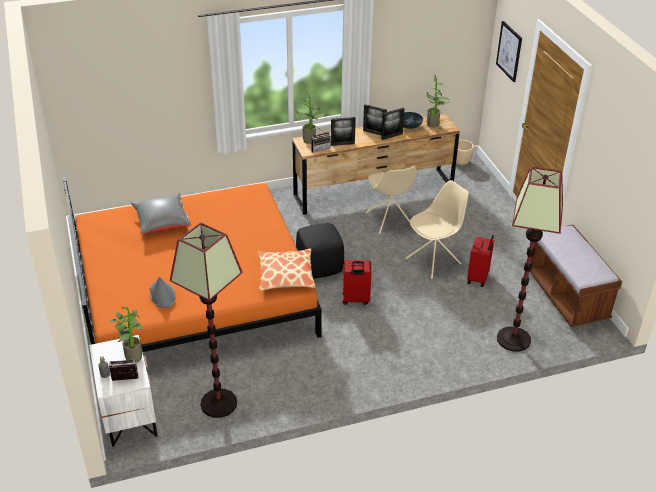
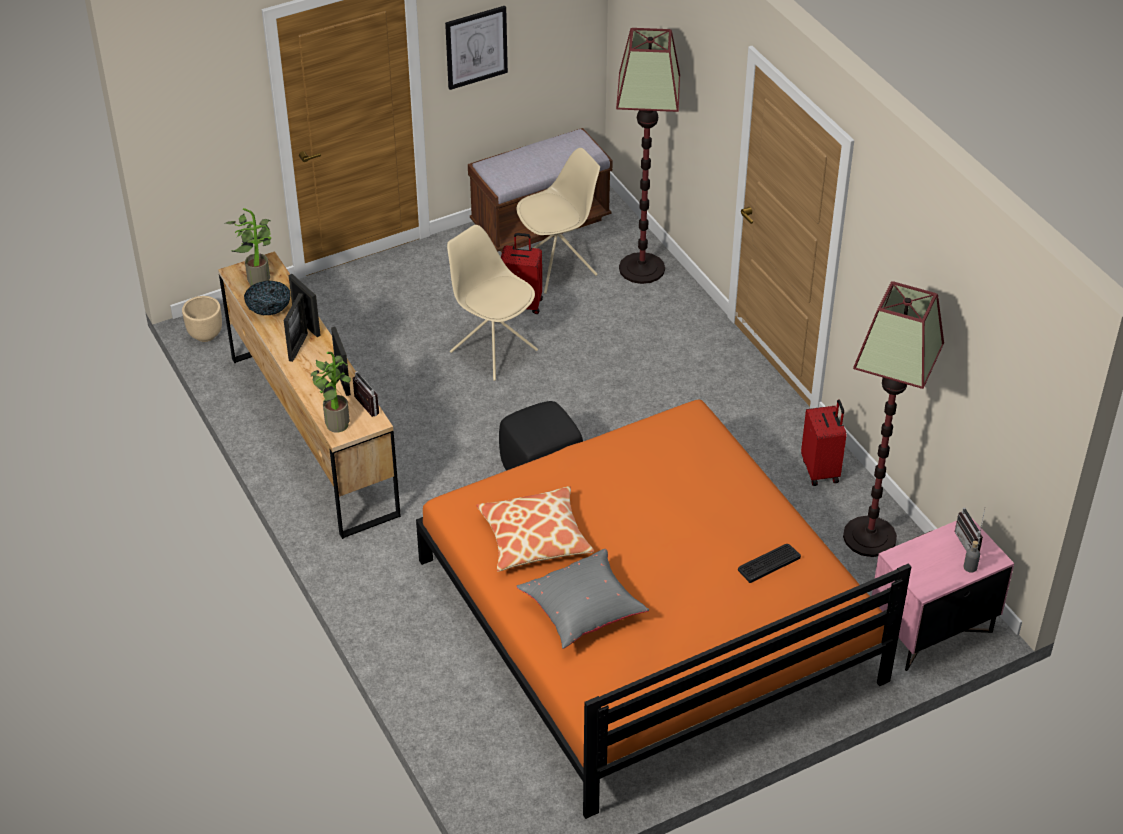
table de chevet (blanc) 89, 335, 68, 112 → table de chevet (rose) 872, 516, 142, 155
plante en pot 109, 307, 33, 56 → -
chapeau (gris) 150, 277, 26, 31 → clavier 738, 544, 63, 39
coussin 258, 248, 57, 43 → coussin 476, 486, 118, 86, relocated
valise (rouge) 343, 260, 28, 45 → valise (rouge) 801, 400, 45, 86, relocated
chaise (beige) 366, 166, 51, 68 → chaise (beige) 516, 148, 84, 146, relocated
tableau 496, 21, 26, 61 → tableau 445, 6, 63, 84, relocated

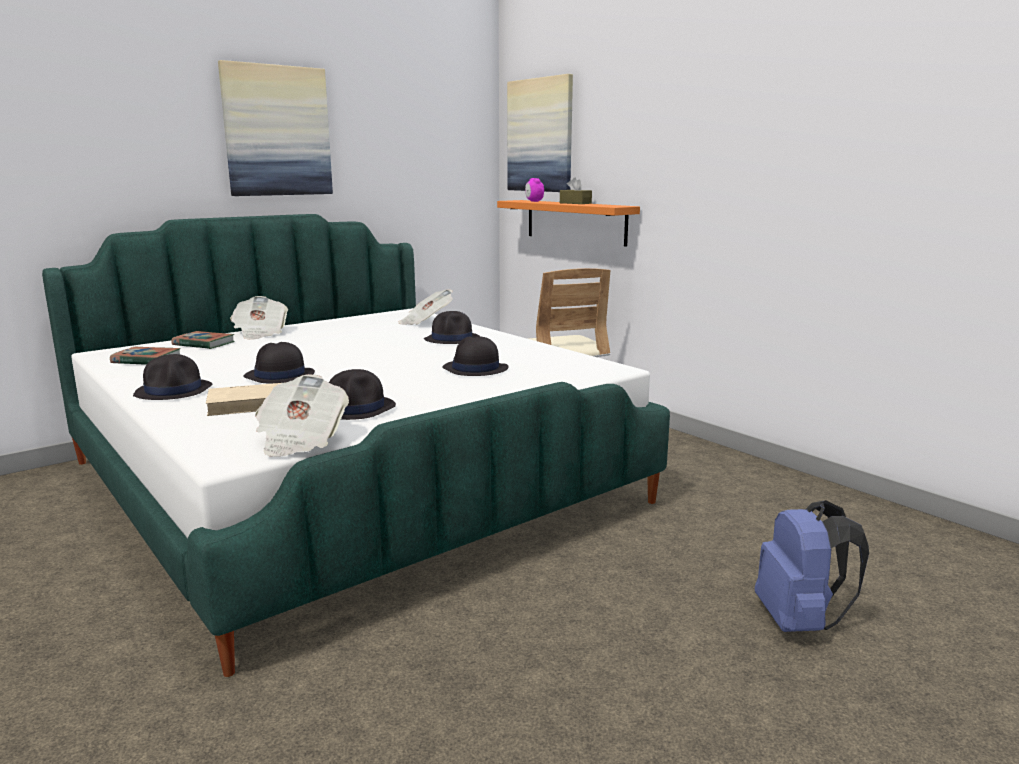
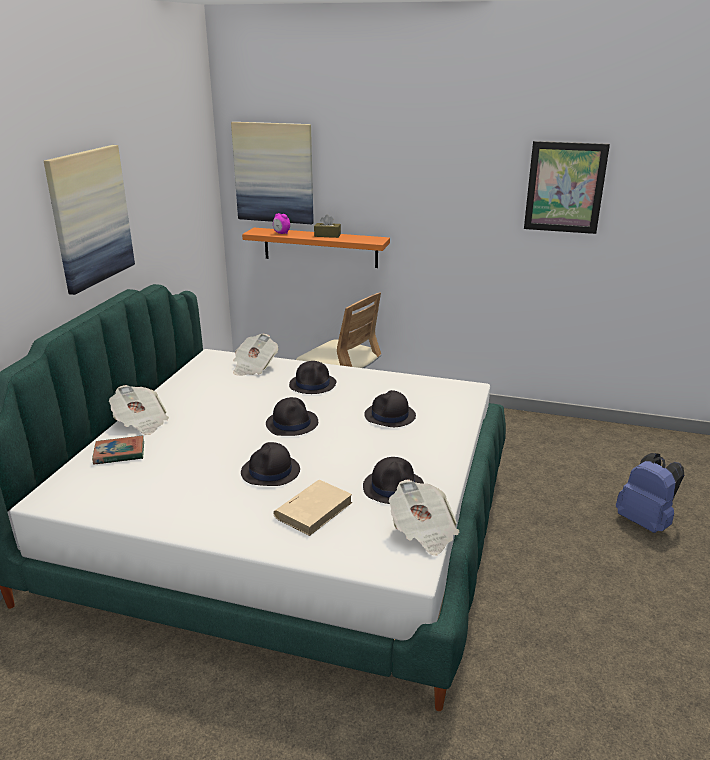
livre 110, 347, 71, 18 → -
chapeau (noir) 133, 354, 79, 46 → chapeau (noir) 266, 397, 52, 39, relocated
- → tableau 524, 141, 86, 93

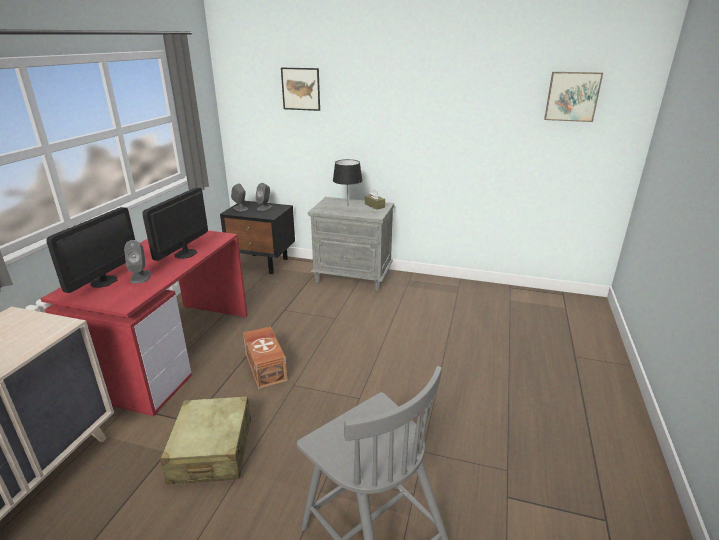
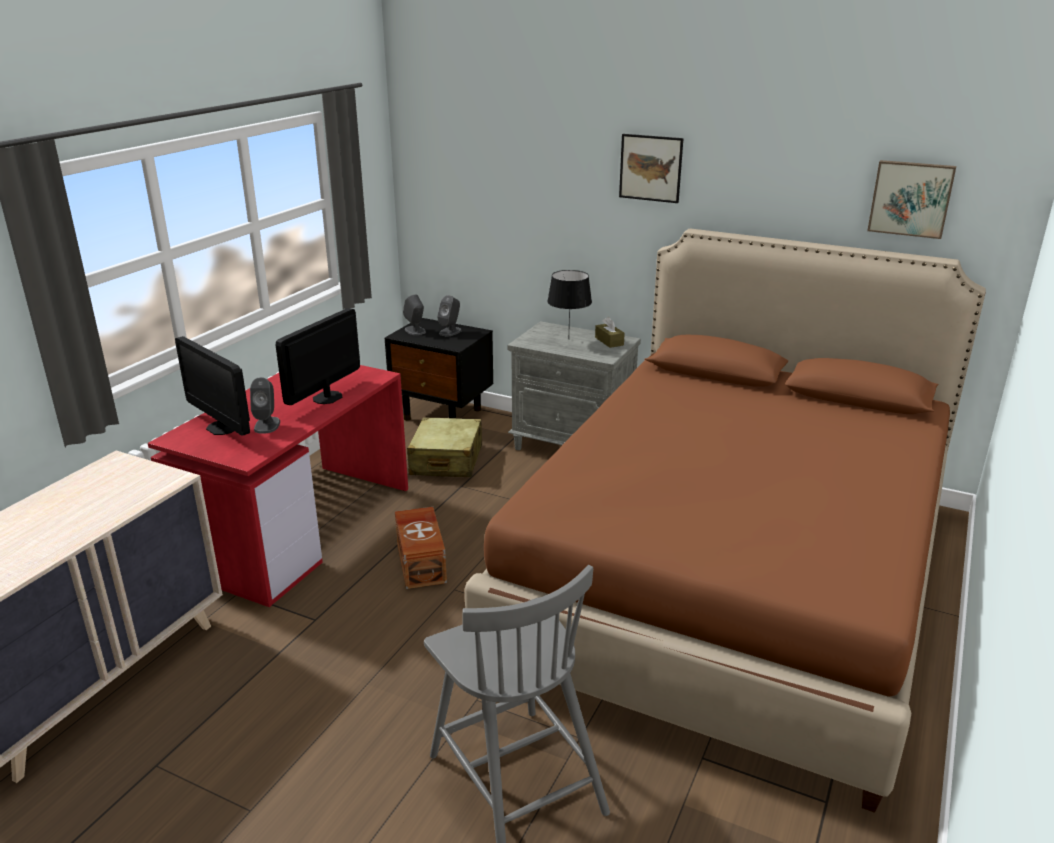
écran d'ordinateur 46, 207, 89, 86 → écran d'ordinateur 175, 336, 75, 100, 105 degrees clockwise
valise (beige) 160, 396, 91, 88 → valise (beige) 407, 417, 75, 60, relocated
tableau 281, 68, 39, 43 → tableau 619, 134, 65, 69, relocated
- → lit (marron) 465, 229, 521, 584

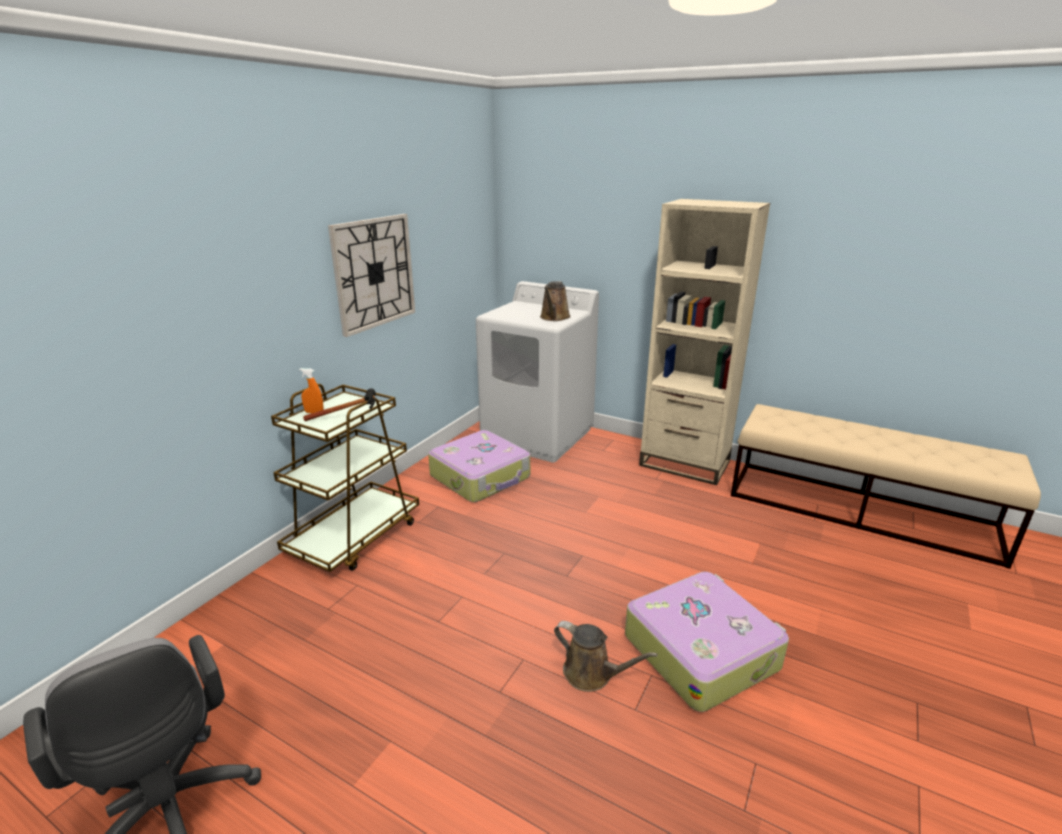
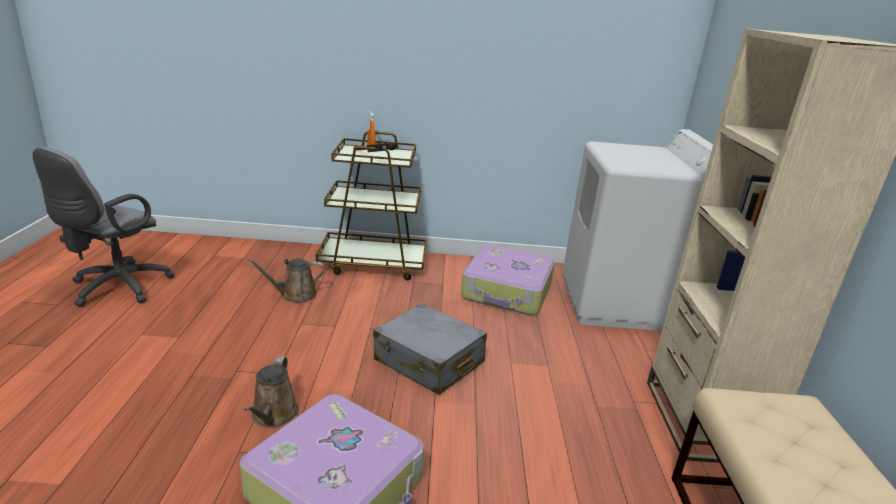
horloge murale 328, 214, 87, 123 → -
arrosoir (marron) 540, 281, 31, 40 → arrosoir (marron) 246, 258, 79, 45, relocated
- → valise (gris) 373, 303, 114, 92

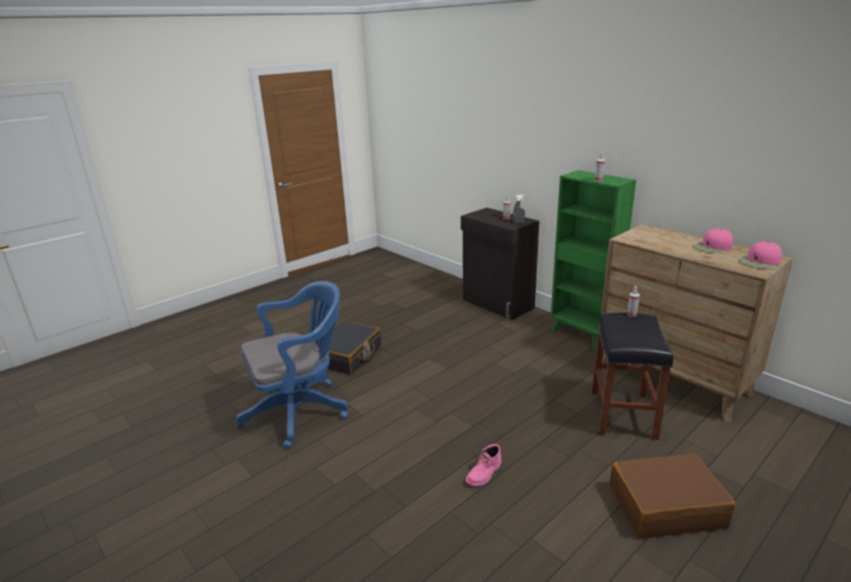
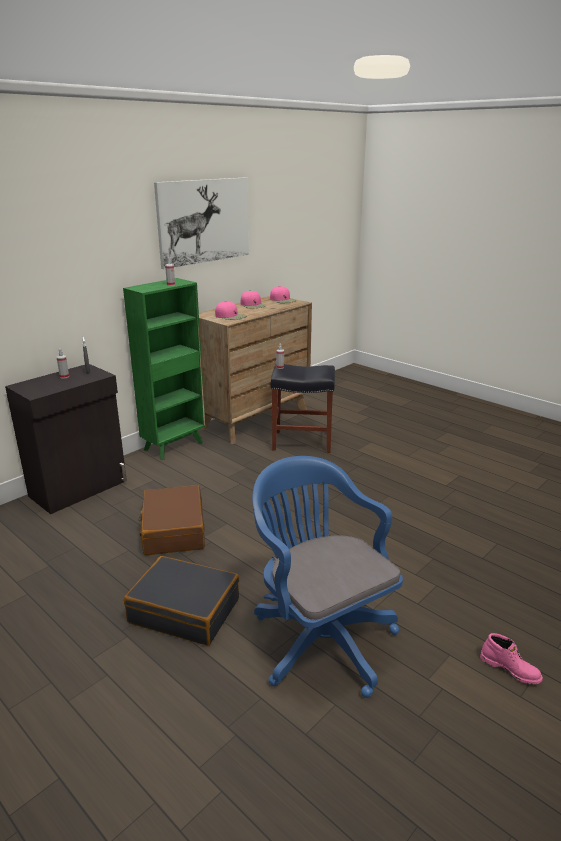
botte (rose) 466, 444, 35, 42 → botte (rose) 480, 633, 63, 51, relocated
valise (marron) 610, 454, 126, 84 → valise (marron) 139, 485, 66, 70, relocated
- → tableau 154, 178, 95, 91
- → casquette (rose) 215, 301, 31, 19

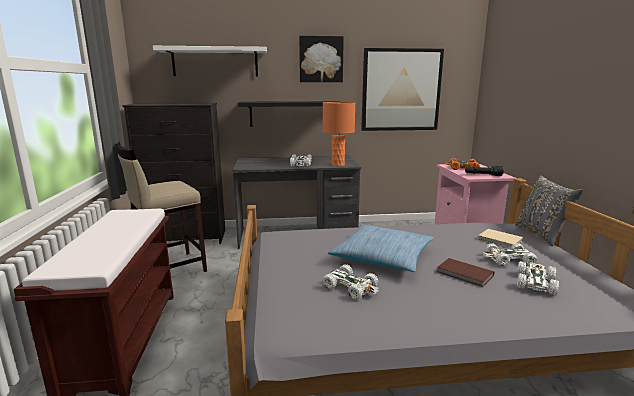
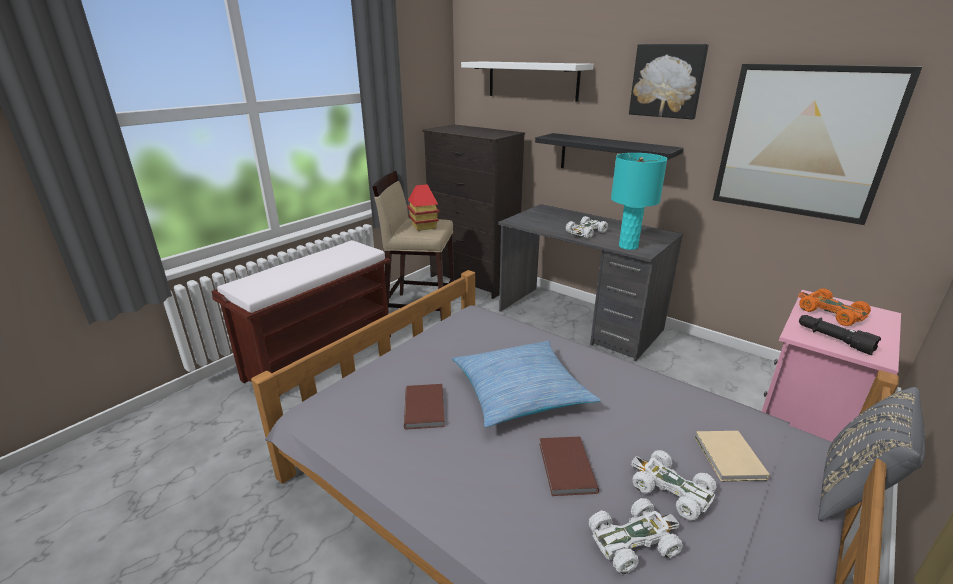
lampe de table (orange) 323, 102, 32, 64 → lampe de table (turquoise) 611, 153, 56, 97
petite voiture (blanc) 323, 264, 56, 36 → livre (marron) 404, 384, 41, 45
- → maison miniature 407, 184, 33, 47

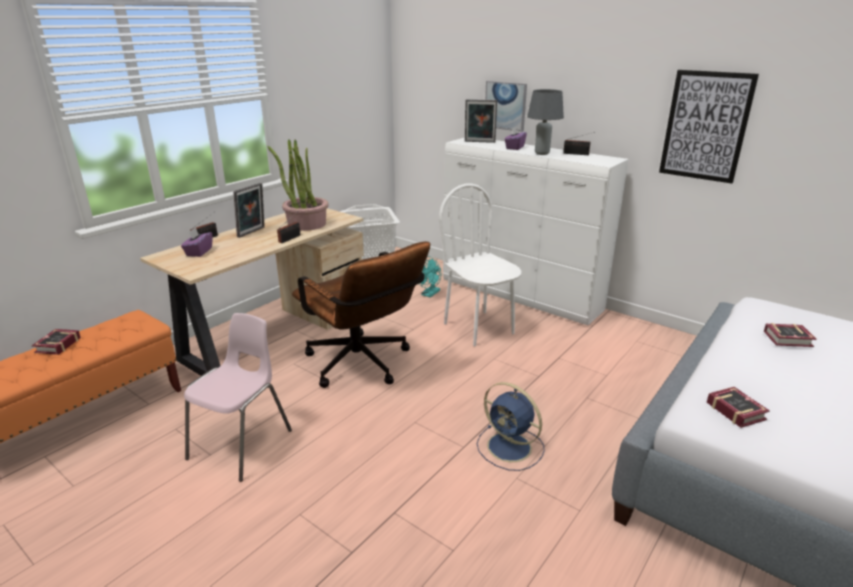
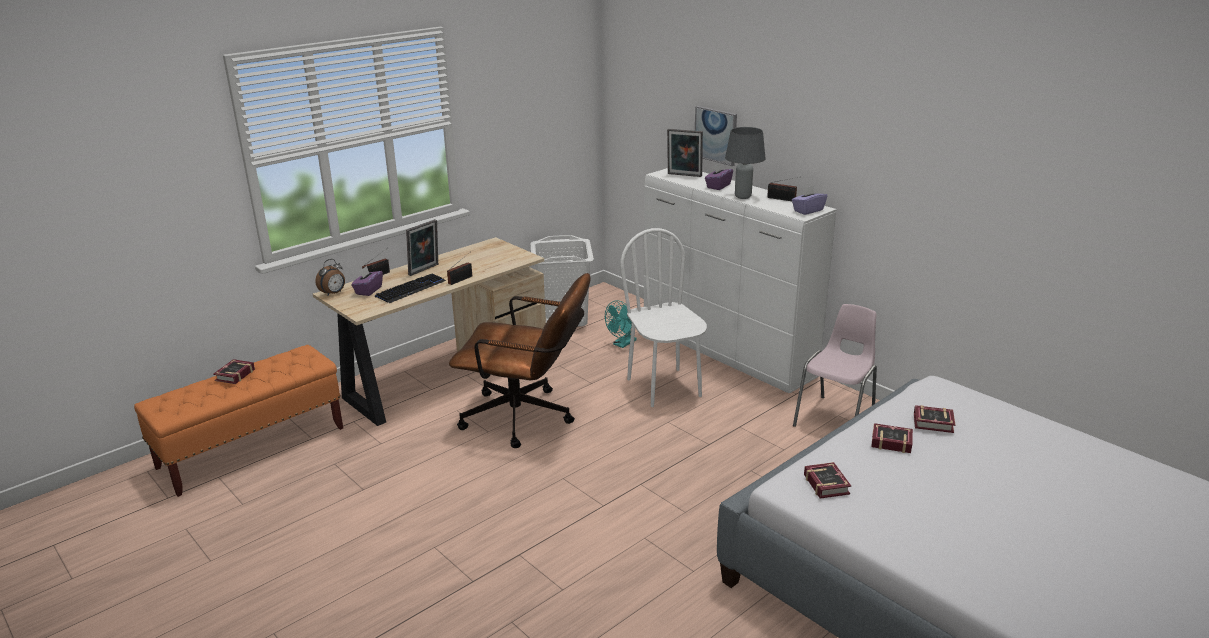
chaise (rose) 184, 313, 108, 169 → chaise (rose) 793, 304, 84, 123, relocated
plante en pot 267, 139, 62, 92 → -
chaise de bureau (marron) 292, 241, 138, 147 → chaise de bureau (marron) 449, 273, 142, 175, 45 degrees counterclockwise
ventilateur (bleu) 477, 382, 68, 89 → -
tableau 659, 70, 100, 113 → -
- → réveil 315, 259, 30, 37
- → clavier 375, 274, 71, 29
- → boîte à mouchoirs (violet) 792, 186, 35, 29
- → livre 871, 423, 42, 30

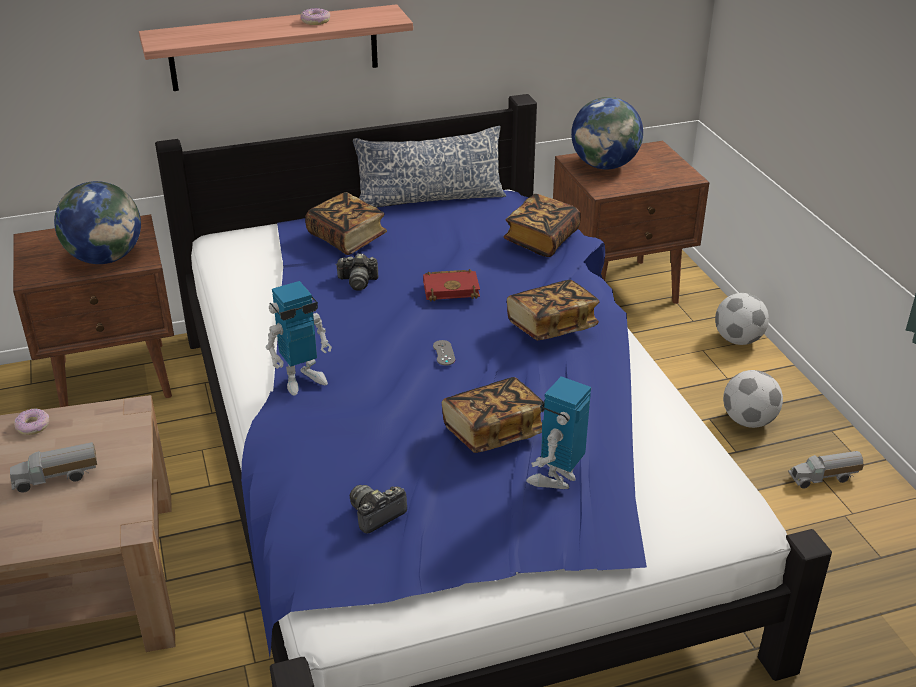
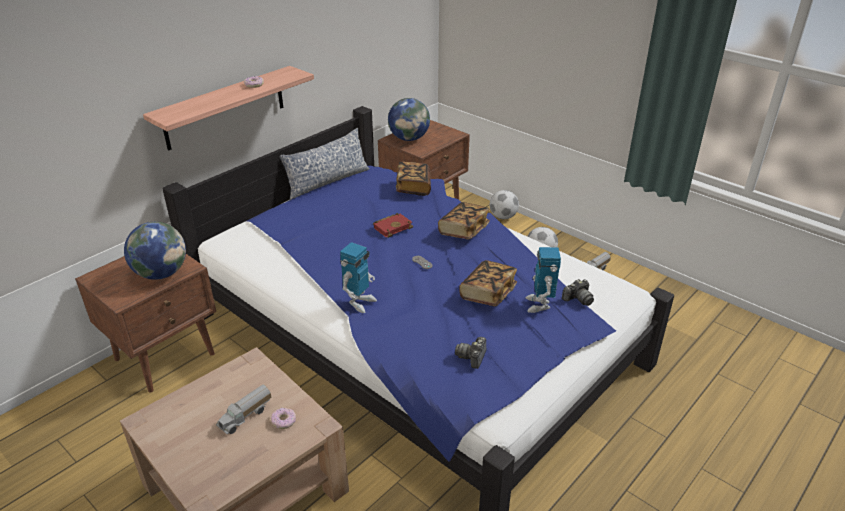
beignet 14, 408, 35, 27 → beignet 271, 408, 25, 21, relocated
livre 305, 192, 82, 63 → -
appareil photo 335, 253, 43, 38 → appareil photo 562, 279, 32, 27, relocated

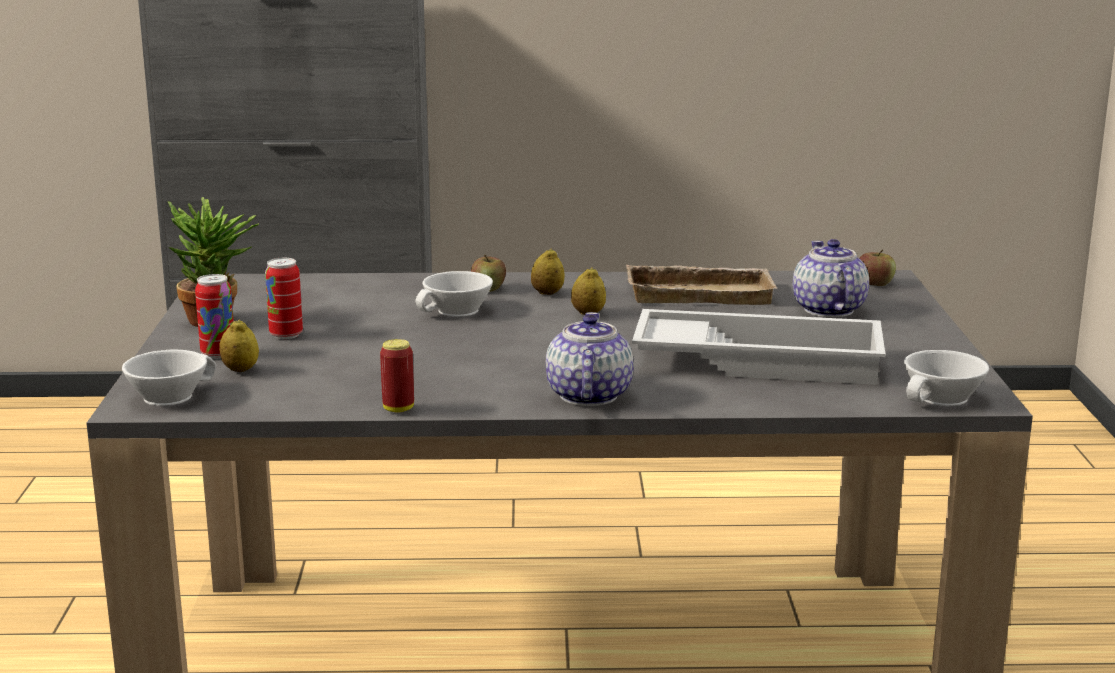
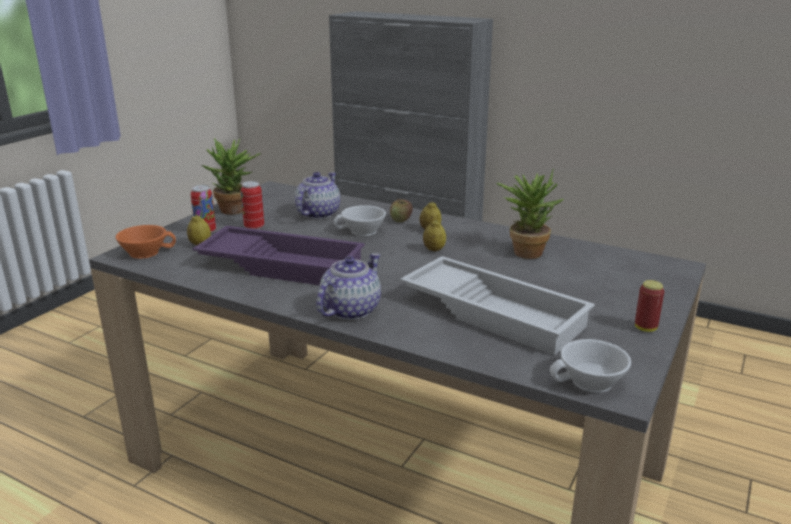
tasse (blanc) 122, 350, 94, 56 → tasse (orange) 116, 225, 60, 34
boîte métallique 380, 339, 34, 74 → boîte métallique 635, 280, 29, 52, relocated
plateau (beige) 626, 265, 151, 40 → plante en pot 496, 168, 68, 91
théière 793, 239, 76, 78 → théière 295, 172, 45, 47, relocated
pomme 859, 250, 37, 36 → -
- → plateau (violet) 193, 226, 172, 59

